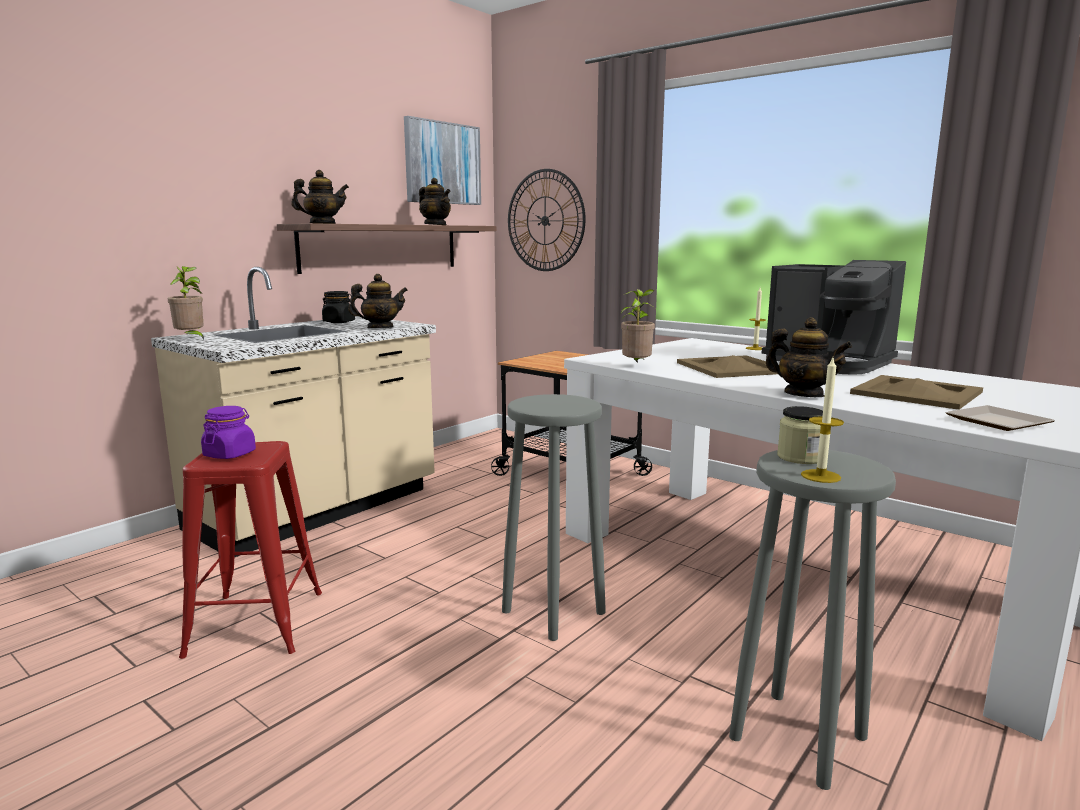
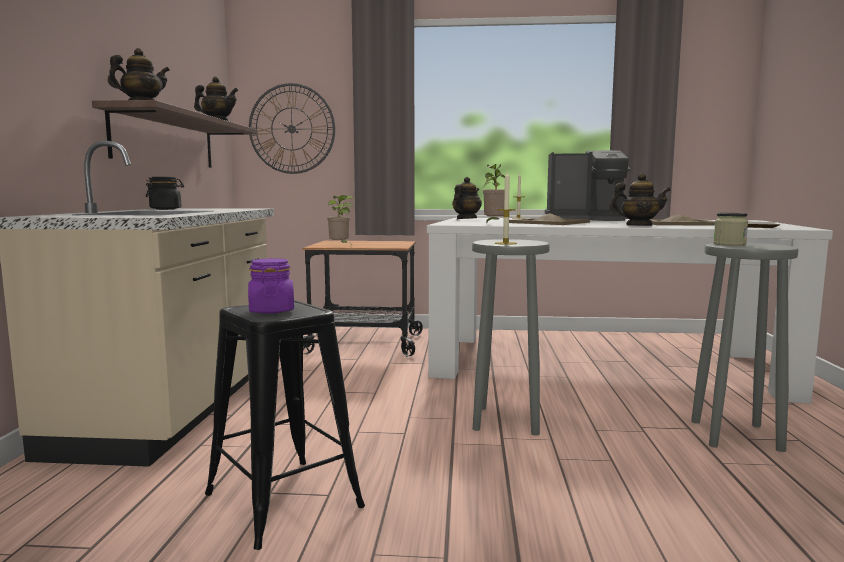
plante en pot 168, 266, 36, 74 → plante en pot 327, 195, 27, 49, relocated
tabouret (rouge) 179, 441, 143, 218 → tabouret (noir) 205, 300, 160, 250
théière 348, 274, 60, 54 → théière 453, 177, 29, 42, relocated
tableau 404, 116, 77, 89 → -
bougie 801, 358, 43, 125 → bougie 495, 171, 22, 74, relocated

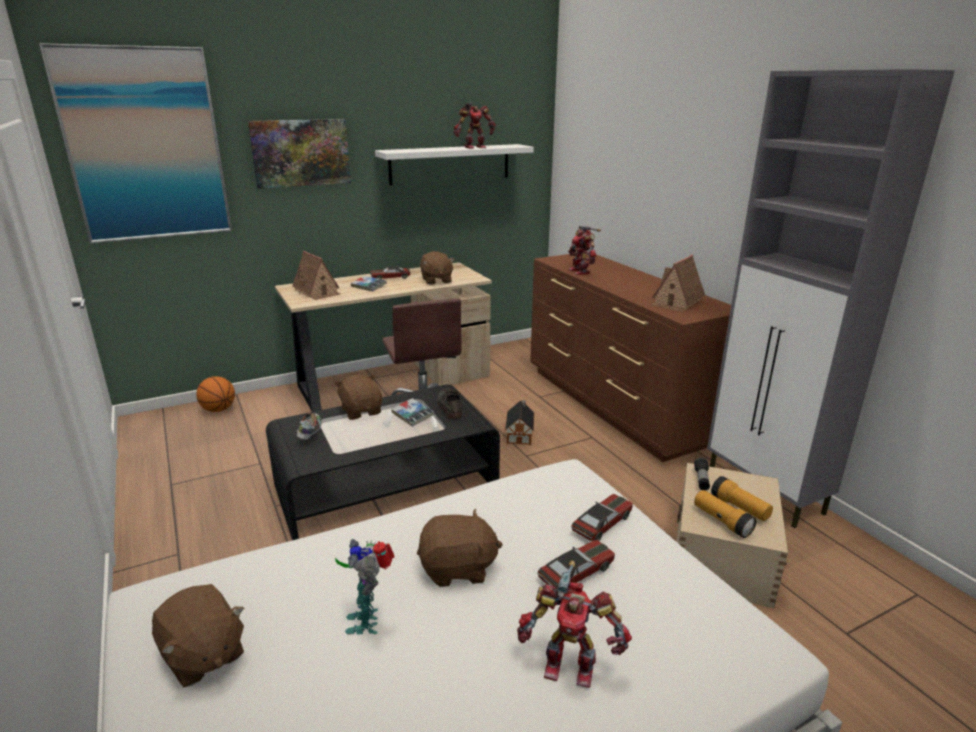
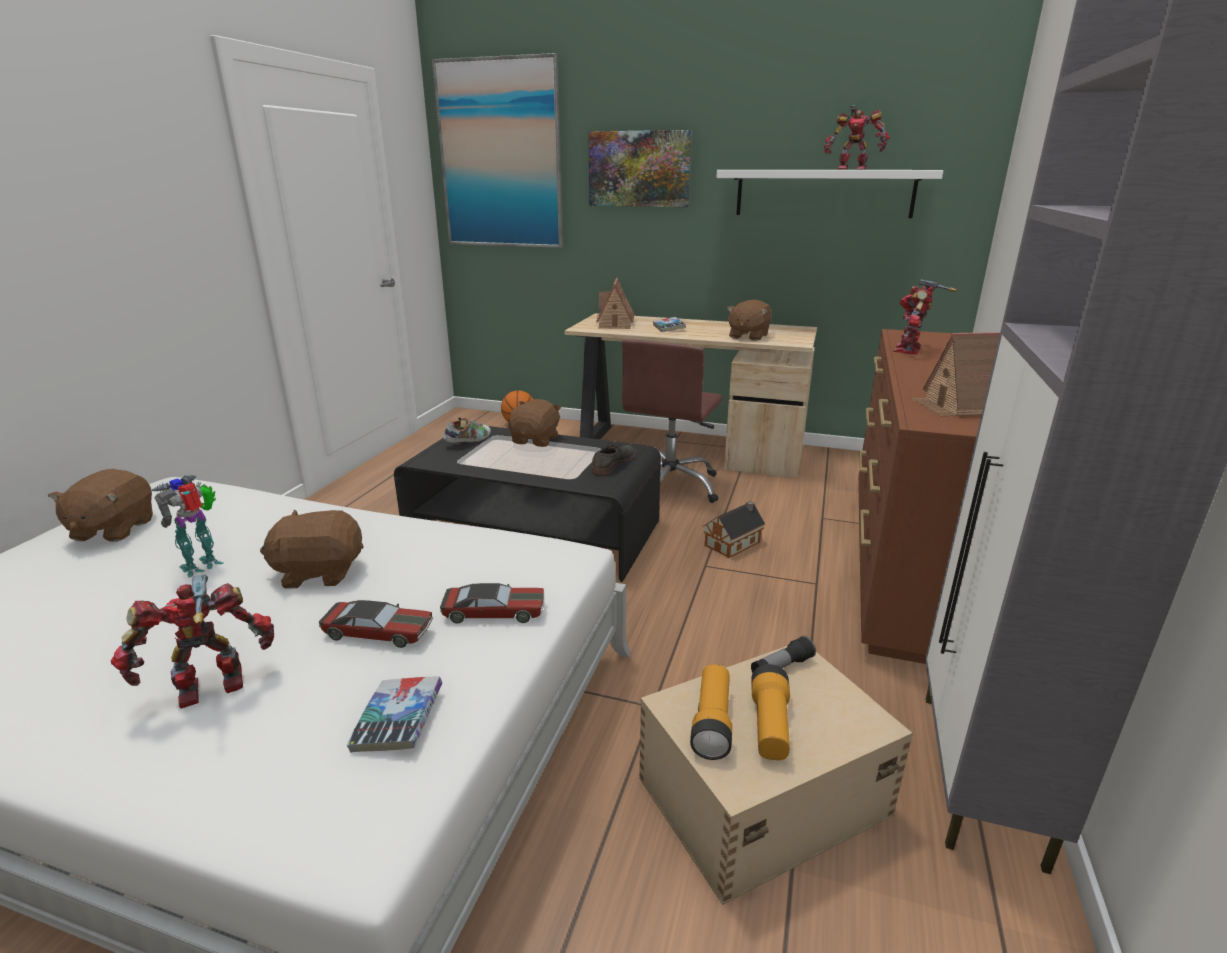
petite voiture 370, 266, 41, 13 → -
livre 391, 398, 43, 28 → livre 347, 676, 95, 77, relocated
peluche (marron) 417, 509, 86, 78 → peluche (marron) 260, 510, 104, 79, 135 degrees clockwise
robot jouet 517, 561, 115, 127 → robot jouet 111, 574, 163, 135, 90 degrees clockwise

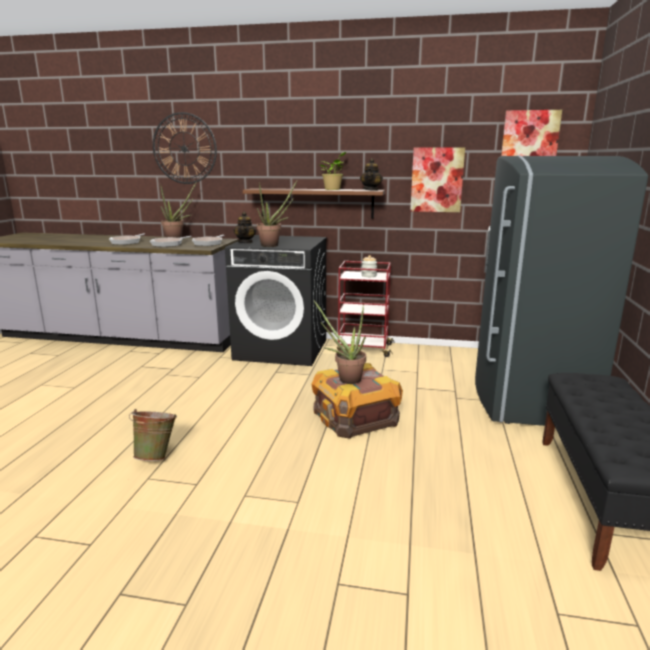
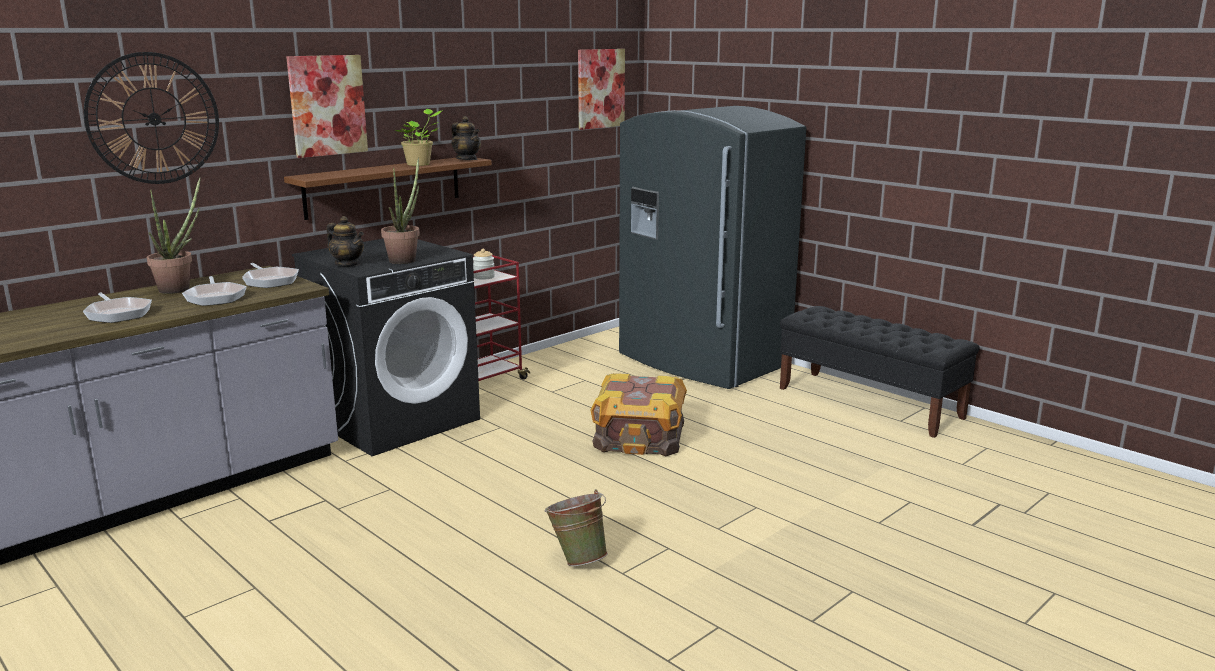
plante en pot 314, 301, 52, 83 → -
tableau 410, 147, 55, 65 → tableau 286, 55, 82, 103, relocated

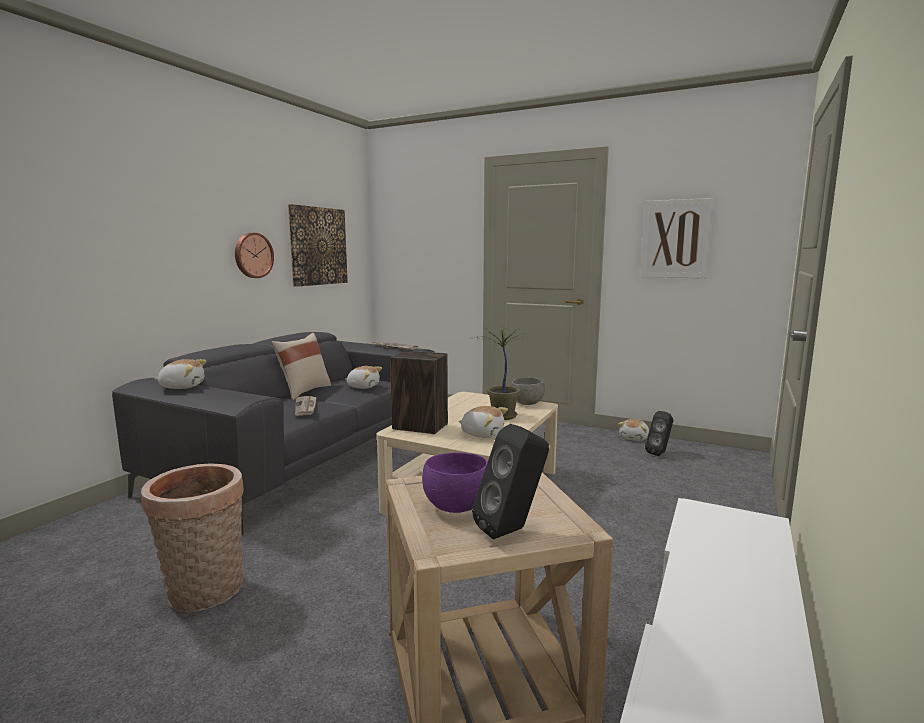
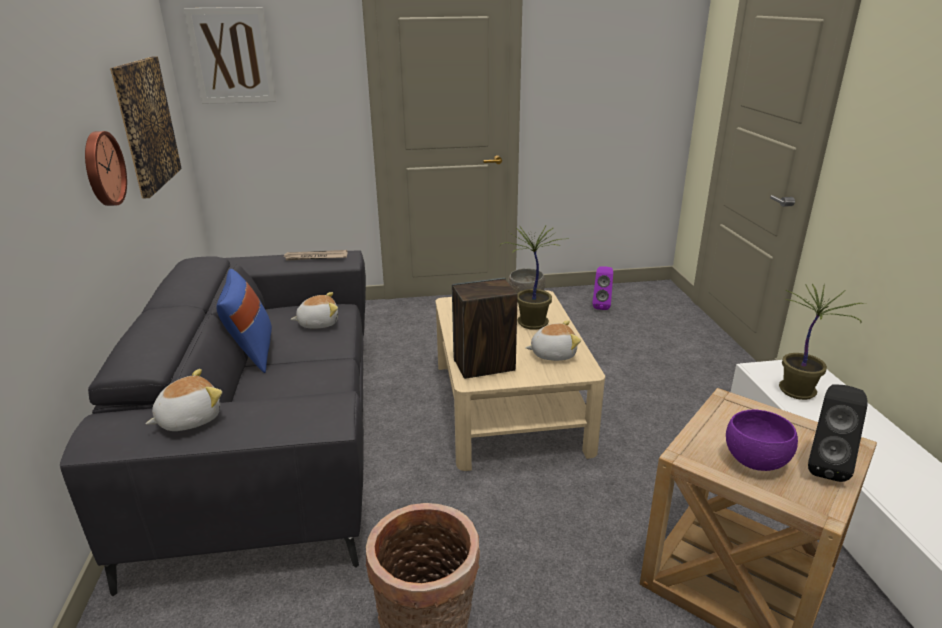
coussin (beige) 271, 333, 60, 67 → coussin (bleu) 216, 269, 56, 104
journal 295, 396, 22, 20 → -
peluche 618, 419, 31, 22 → -
tableau 640, 198, 74, 80 → tableau 184, 7, 92, 97, relocated
enceinte (noir) 645, 411, 28, 45 → enceinte (violet) 592, 266, 21, 44
- → plante en pot 779, 283, 88, 117

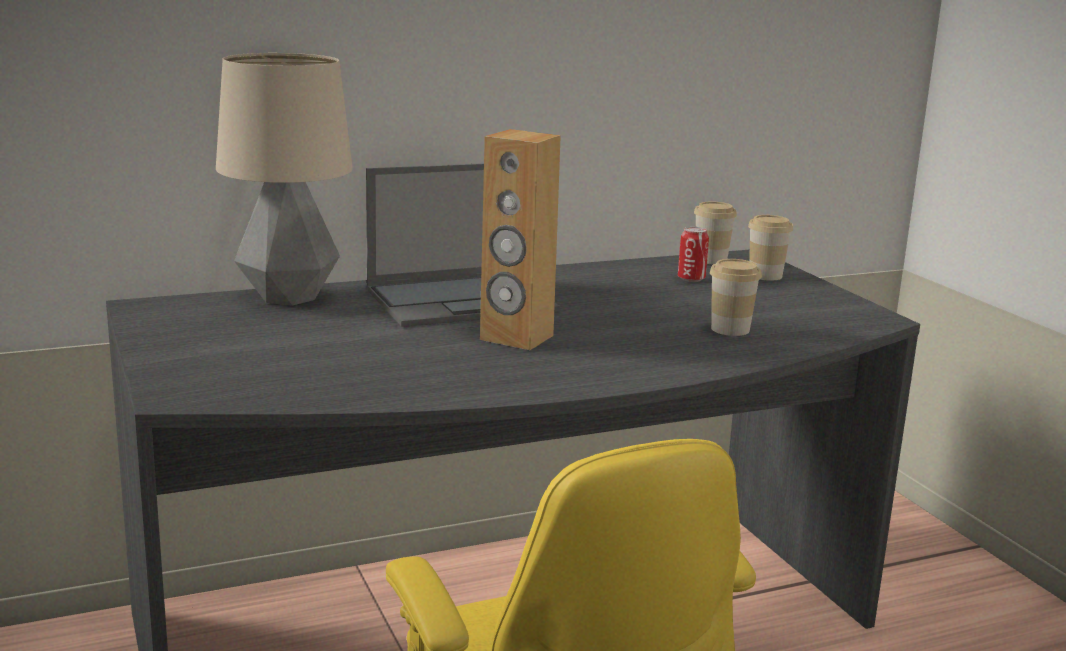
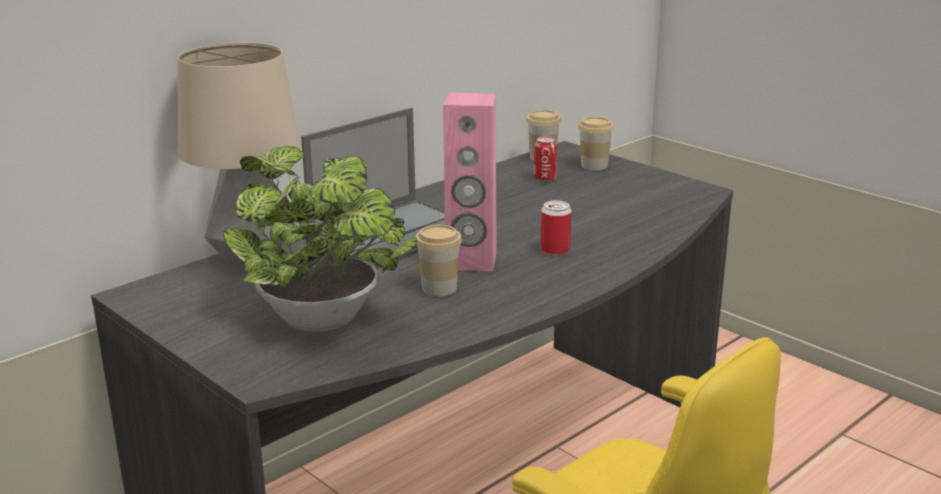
enceinte (marron) 480, 129, 81, 221 → enceinte (rose) 443, 93, 54, 179
tasse 710, 259, 52, 77 → tasse 416, 225, 46, 71, relocated
- → plante en pot 223, 146, 194, 186
- → boîte métallique 540, 200, 32, 55

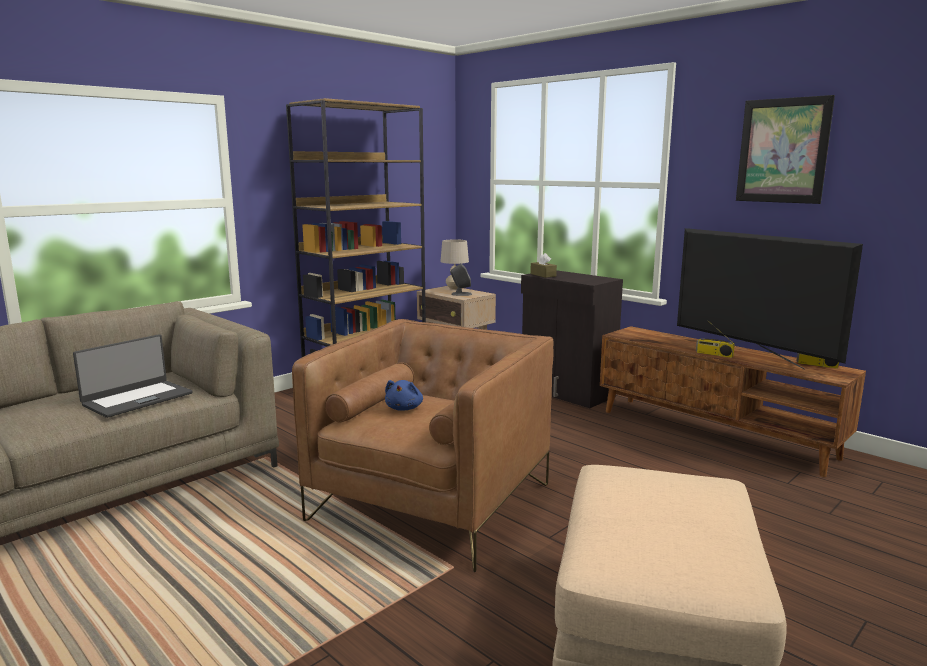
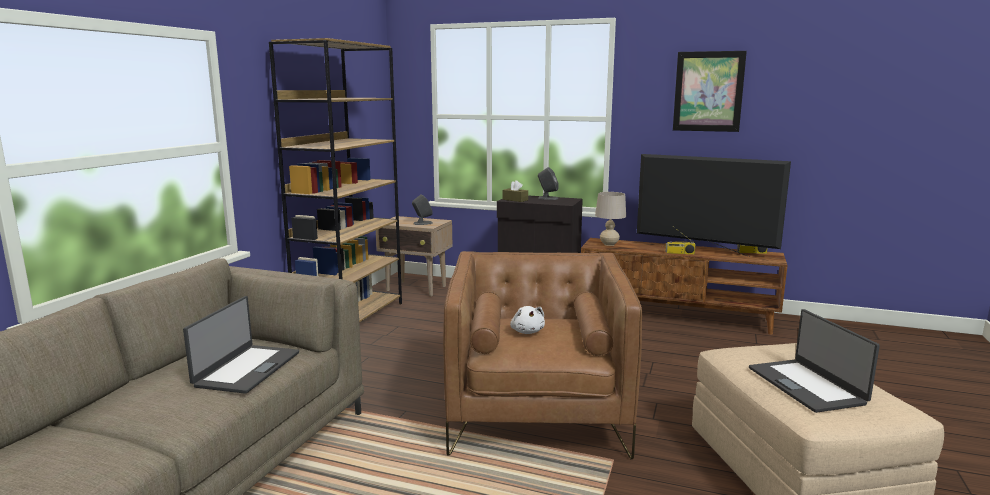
peluche (bleu) 385, 380, 38, 31 → peluche (blanc) 510, 306, 35, 28
lampe de table (beige) 440, 239, 29, 51 → lampe de table (beige) 595, 192, 31, 54, relocated
- → enceinte (gris) 538, 167, 21, 33
- → ordinateur portable 749, 309, 131, 104

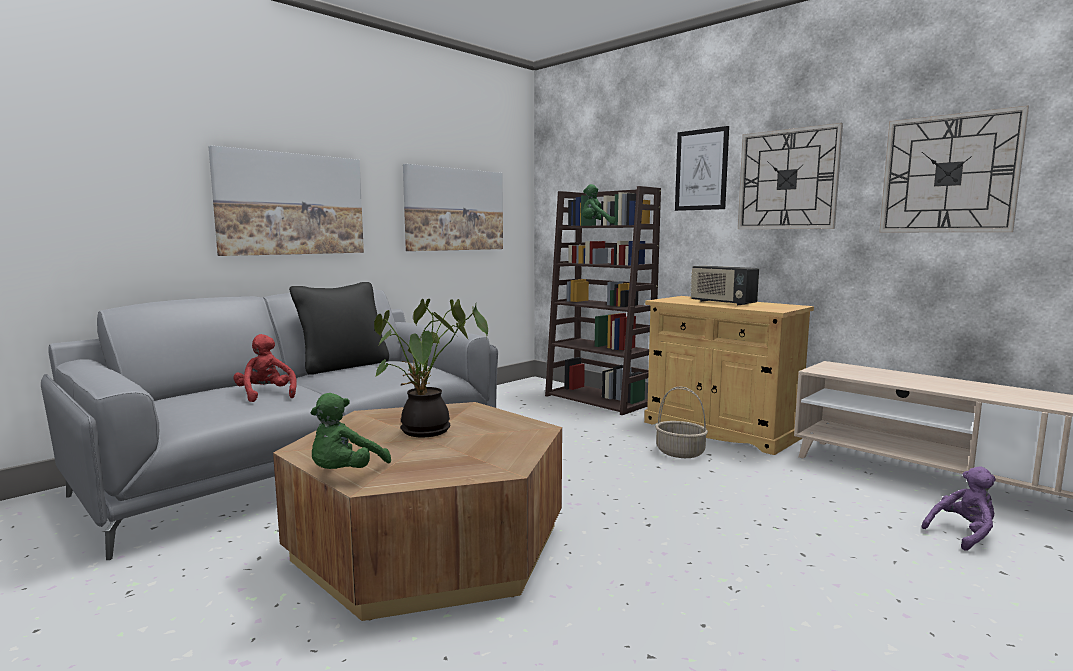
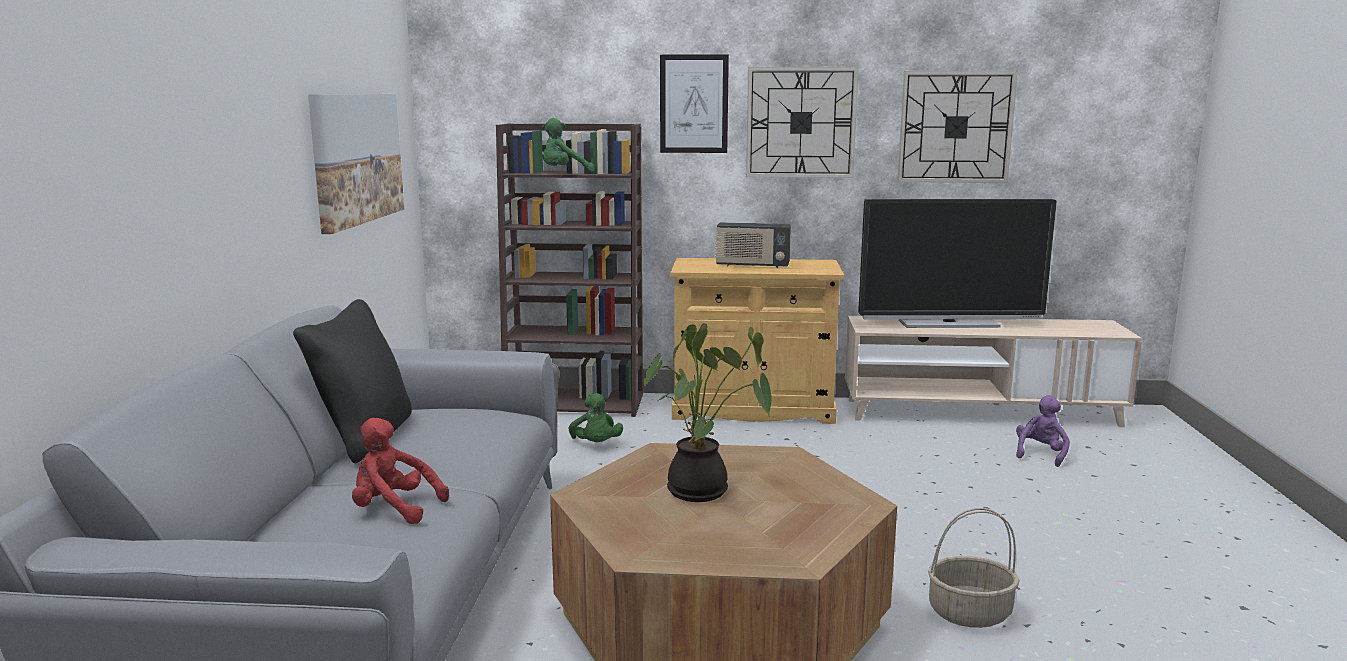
tableau 209, 146, 155, 110 → -
peluche (vert) 310, 393, 81, 76 → peluche (vert) 569, 393, 54, 49, relocated
panier 655, 386, 53, 72 → panier 928, 508, 92, 120, relocated
- → téléviseur 858, 199, 199, 129

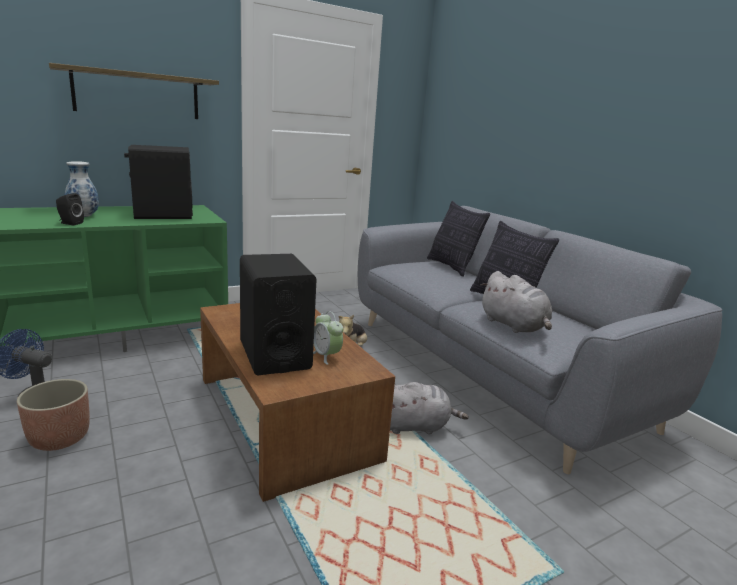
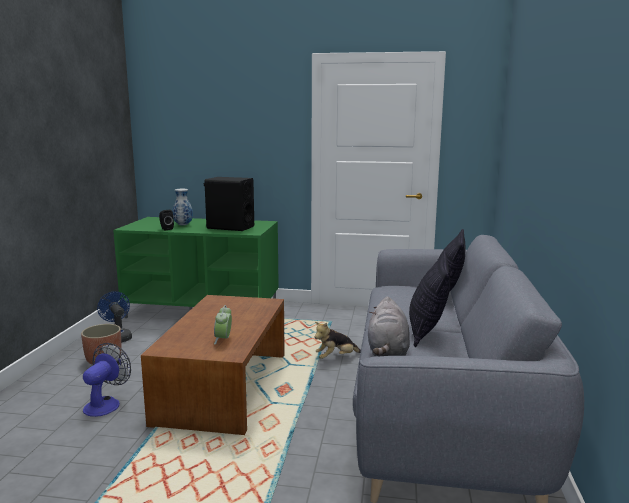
étagère 49, 63, 170, 56 → -
enceinte (noir) 240, 254, 77, 121 → -
peluche (gris) 390, 382, 79, 52 → -
- → ventilateur 83, 343, 48, 74

